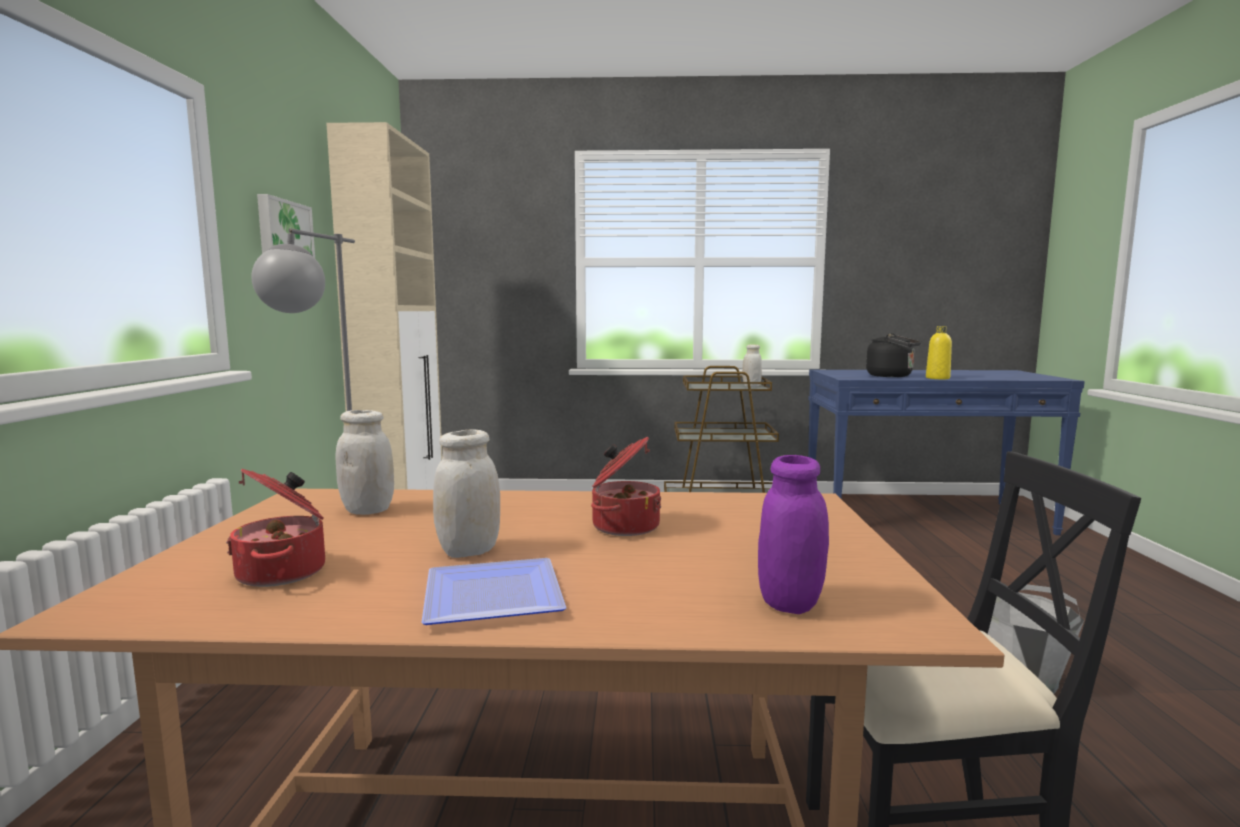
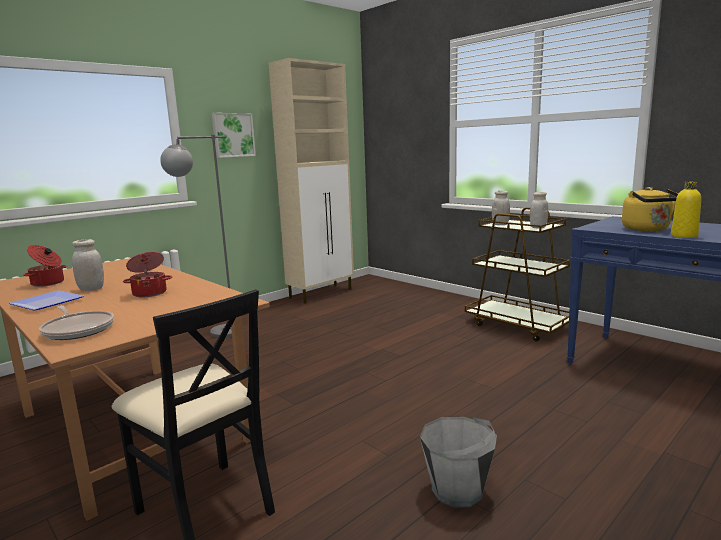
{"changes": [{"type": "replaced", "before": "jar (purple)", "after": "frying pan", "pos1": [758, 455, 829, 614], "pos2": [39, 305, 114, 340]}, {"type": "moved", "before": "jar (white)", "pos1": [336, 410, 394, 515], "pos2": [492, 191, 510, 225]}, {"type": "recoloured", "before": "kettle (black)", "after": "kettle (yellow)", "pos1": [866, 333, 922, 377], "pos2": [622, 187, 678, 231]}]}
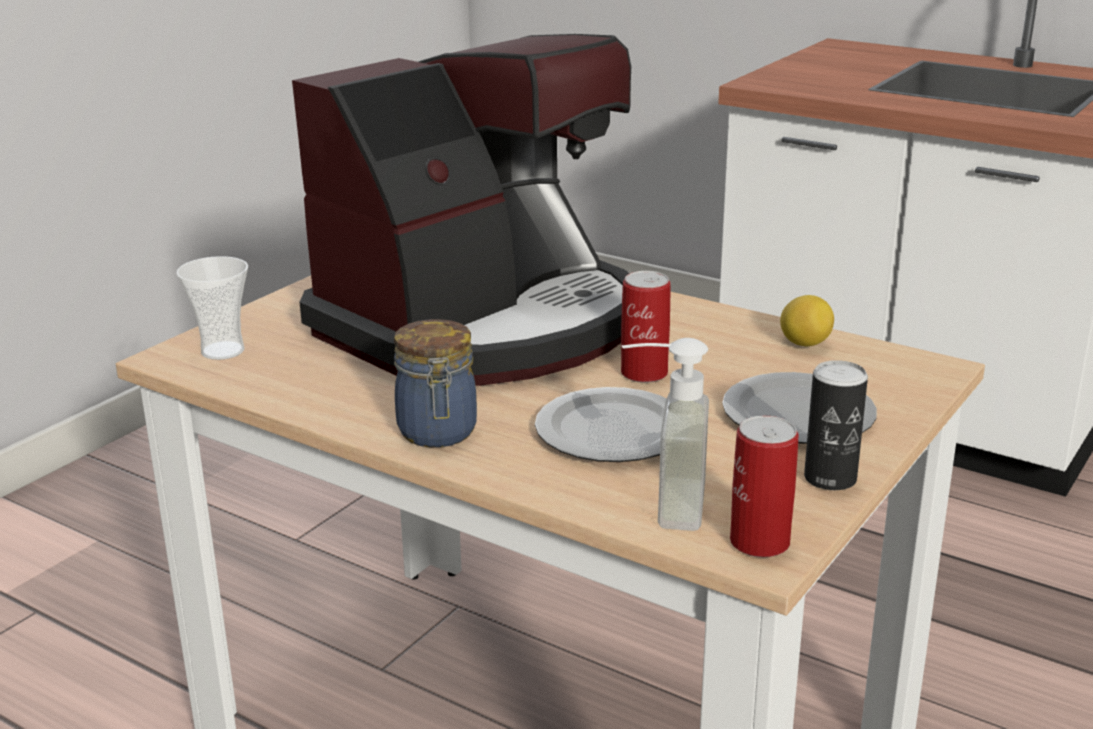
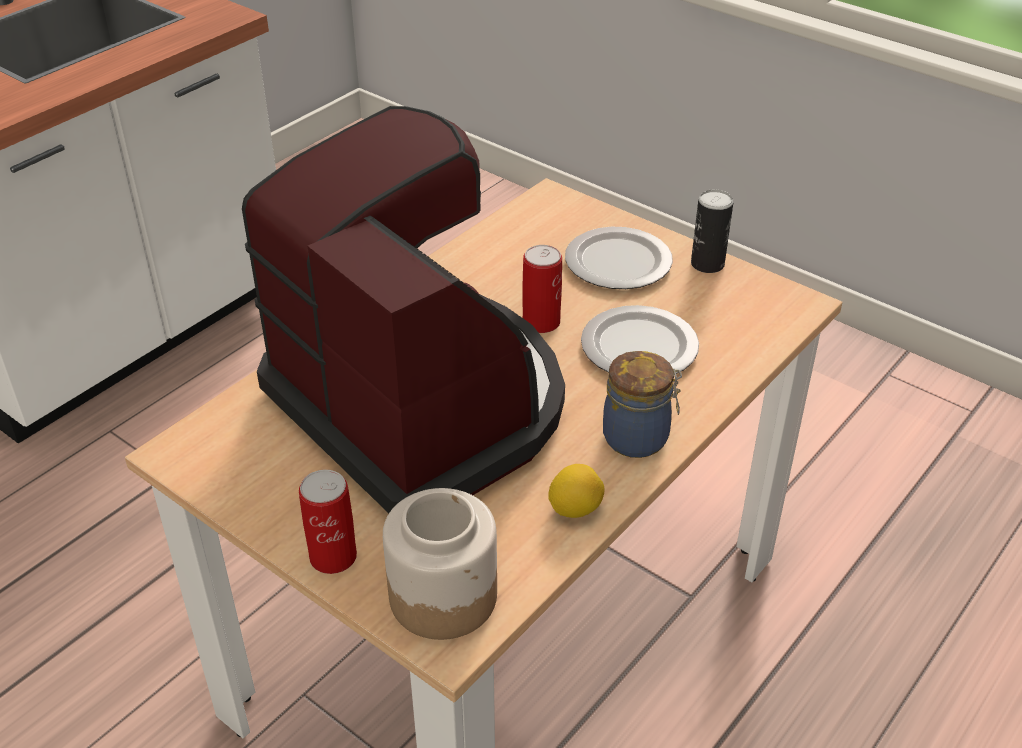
{"changes": [{"type": "moved", "before": "can", "pos1": [730, 415, 799, 557], "pos2": [299, 470, 357, 574]}, {"type": "replaced", "before": "cup", "after": "jar", "pos1": [176, 256, 248, 360], "pos2": [383, 488, 497, 640]}, {"type": "moved", "before": "lemon", "pos1": [780, 295, 834, 346], "pos2": [548, 464, 605, 518]}, {"type": "removed", "before": "soap dispenser", "pos1": [622, 338, 709, 531]}]}
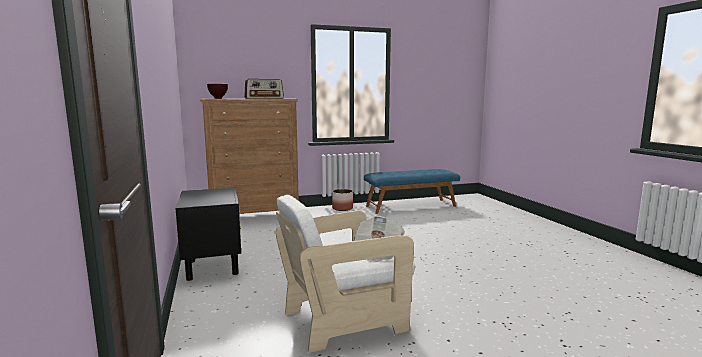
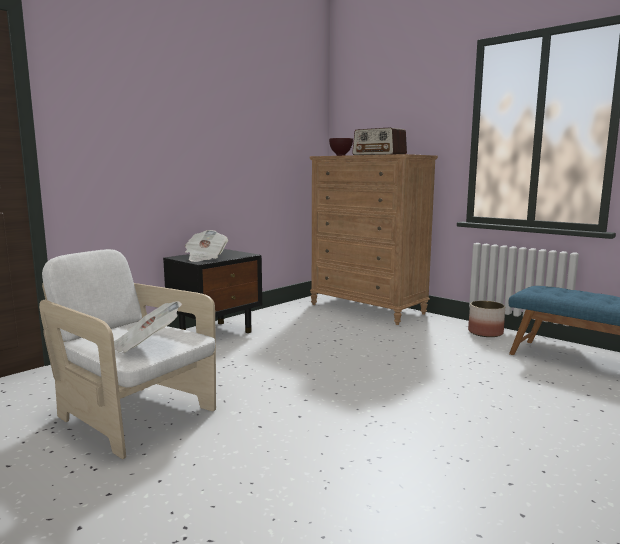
{"changes": [{"type": "added", "after": "newspaper", "pos2": [185, 230, 228, 262]}]}
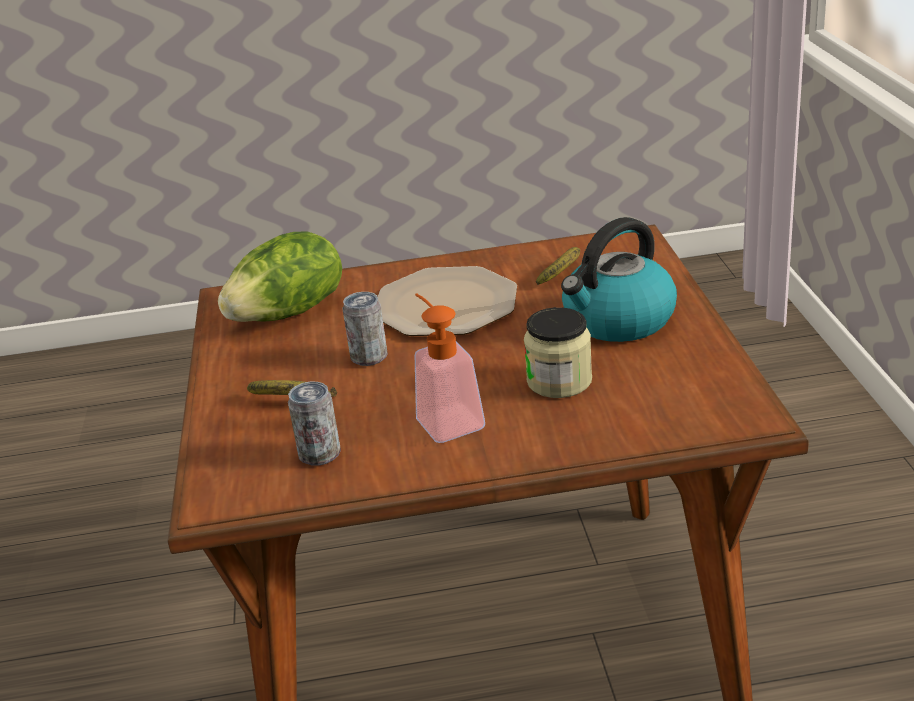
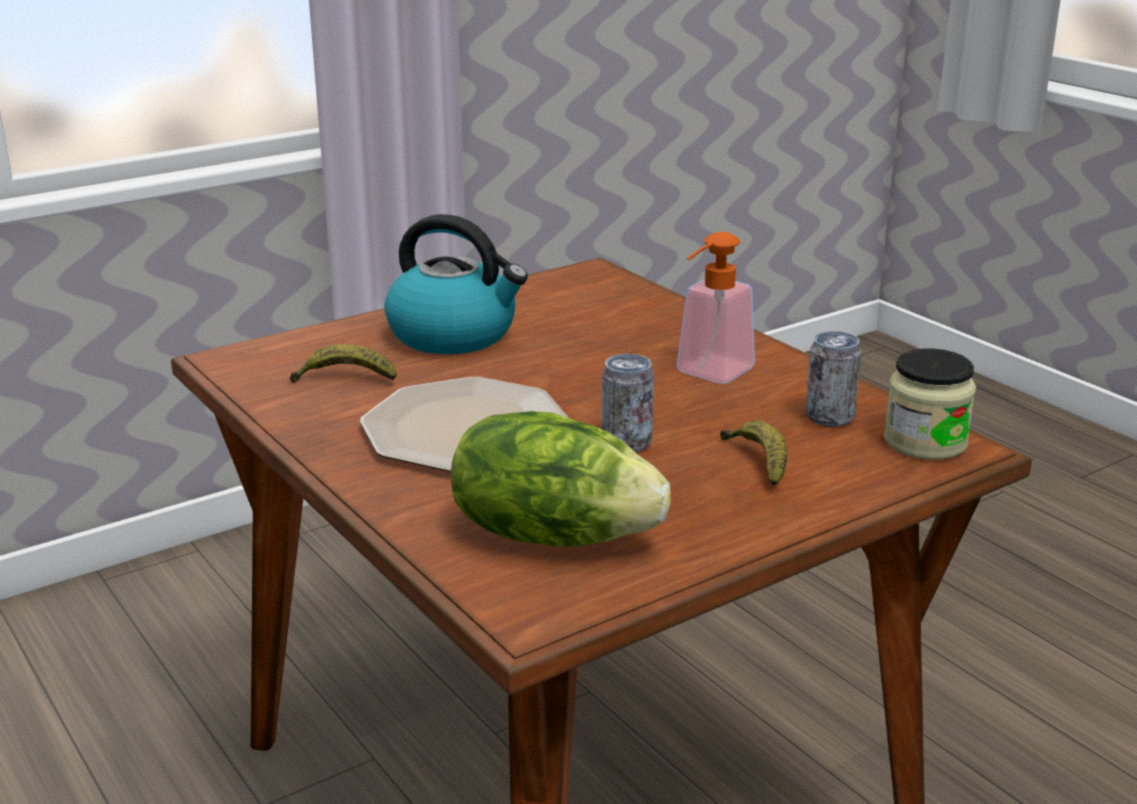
{"changes": [{"type": "moved", "before": "jar", "pos1": [524, 307, 592, 398], "pos2": [884, 349, 976, 460]}]}
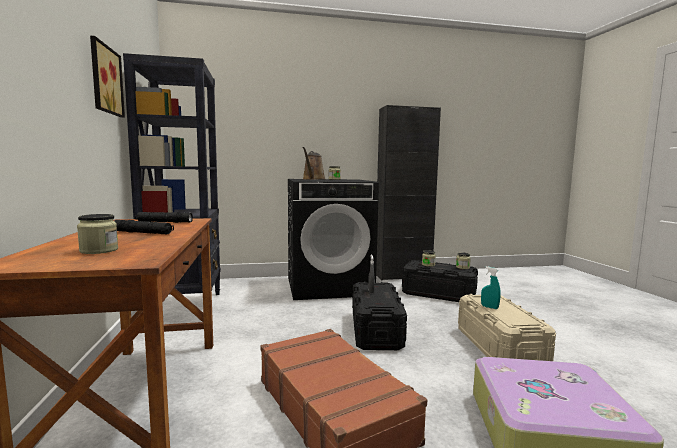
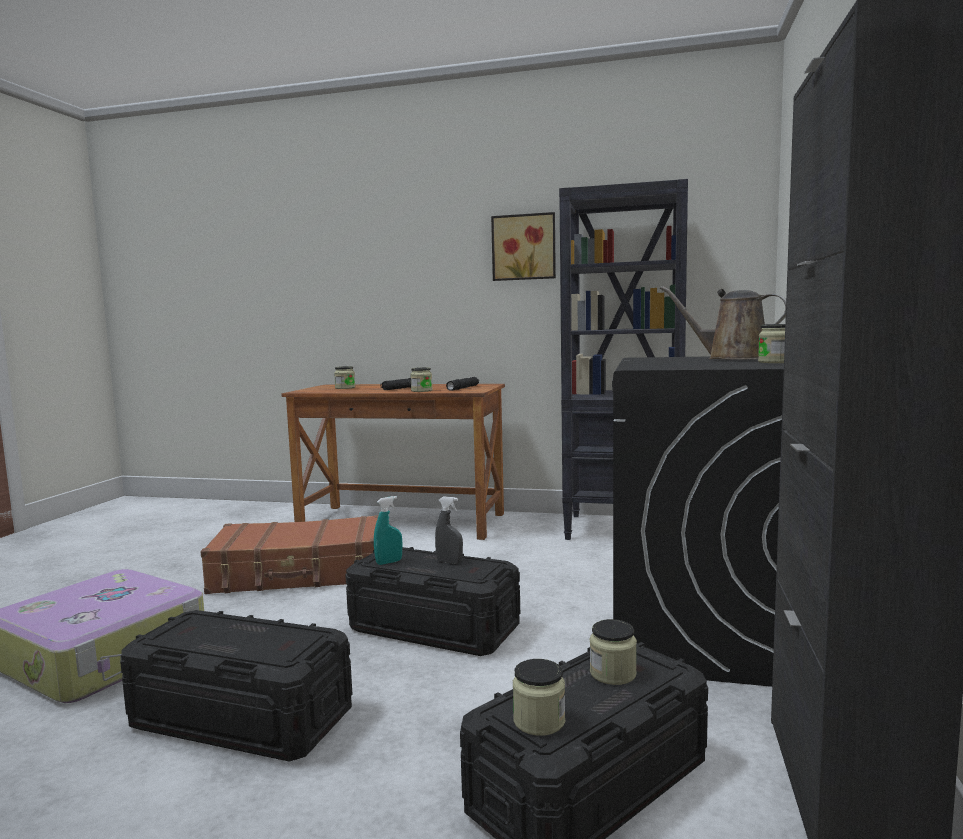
{"changes": [{"type": "recoloured", "before": "storage box (beige)", "after": "storage box (black)", "pos1": [458, 294, 556, 361], "pos2": [120, 610, 352, 762]}, {"type": "moved", "before": "spray bottle (turquoise)", "pos1": [481, 267, 501, 309], "pos2": [374, 496, 403, 565]}, {"type": "added", "after": "jar", "pos2": [410, 367, 433, 392]}]}
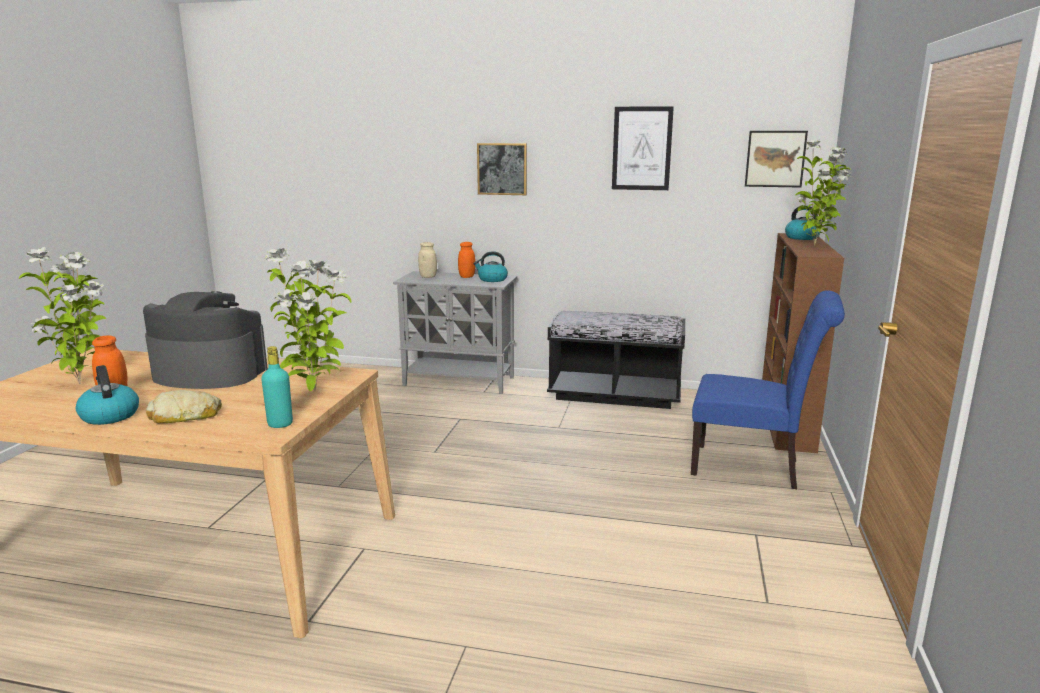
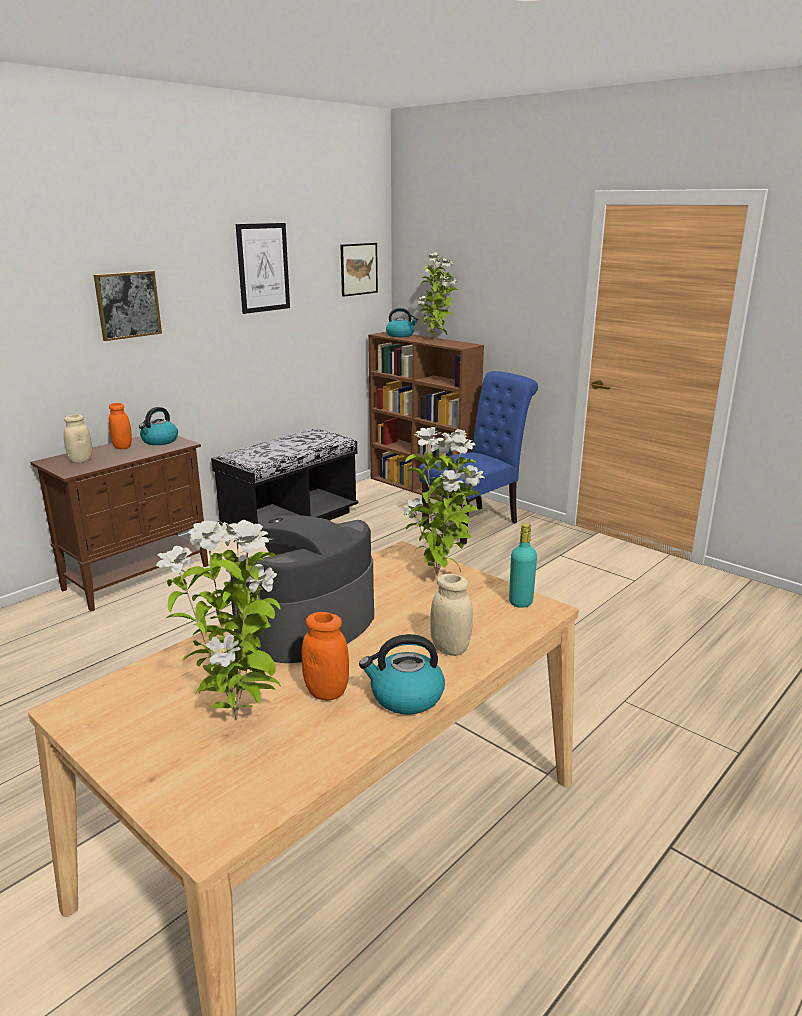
{"changes": [{"type": "recoloured", "before": "cabinet (grey)", "after": "cabinet (brown)", "pos1": [393, 271, 517, 394], "pos2": [30, 436, 209, 611]}, {"type": "replaced", "before": "bread", "after": "jar (beige)", "pos1": [146, 390, 222, 423], "pos2": [430, 574, 473, 656]}]}
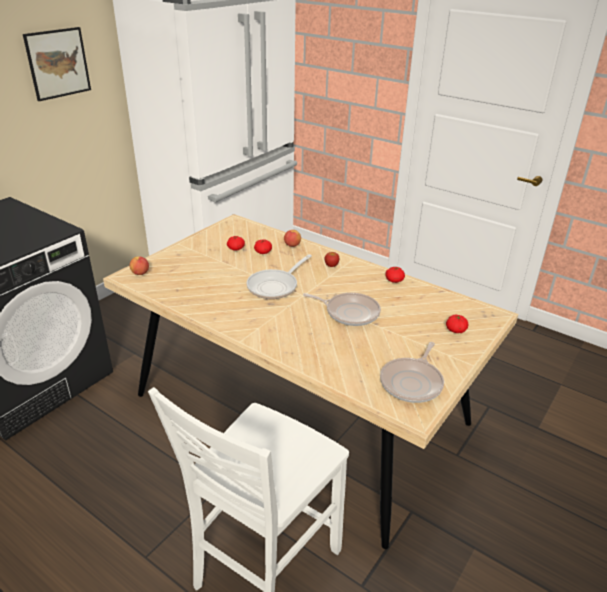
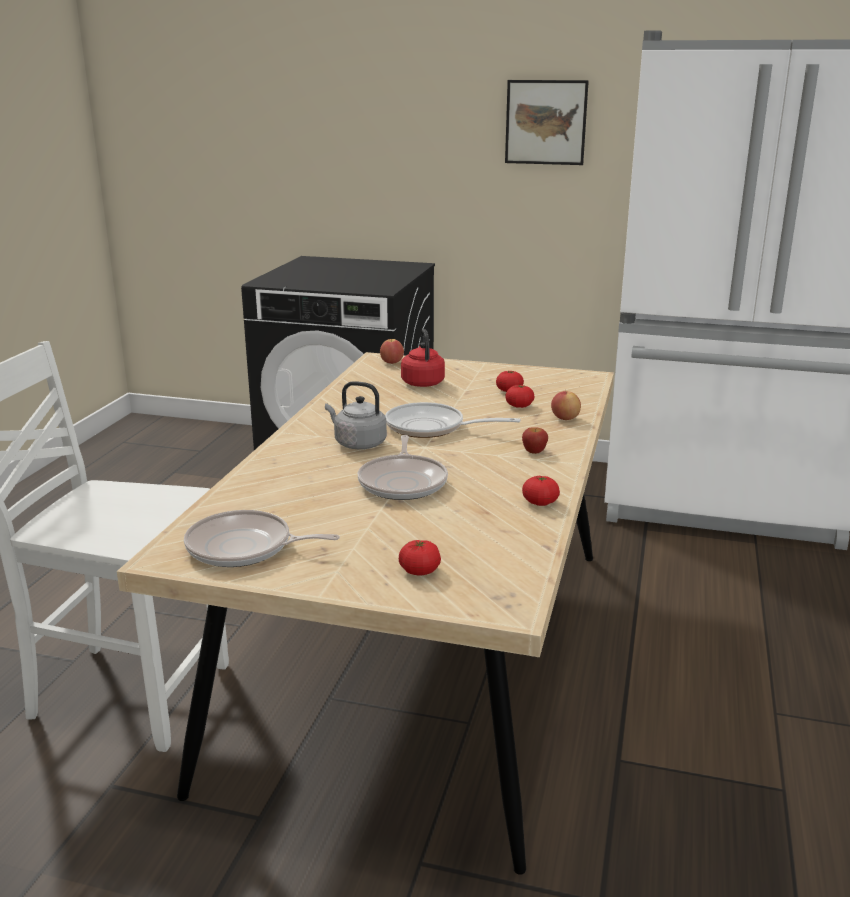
{"changes": [{"type": "added", "after": "kettle (grey)", "pos2": [325, 381, 387, 449]}, {"type": "added", "after": "kettle (red)", "pos2": [401, 329, 445, 387]}]}
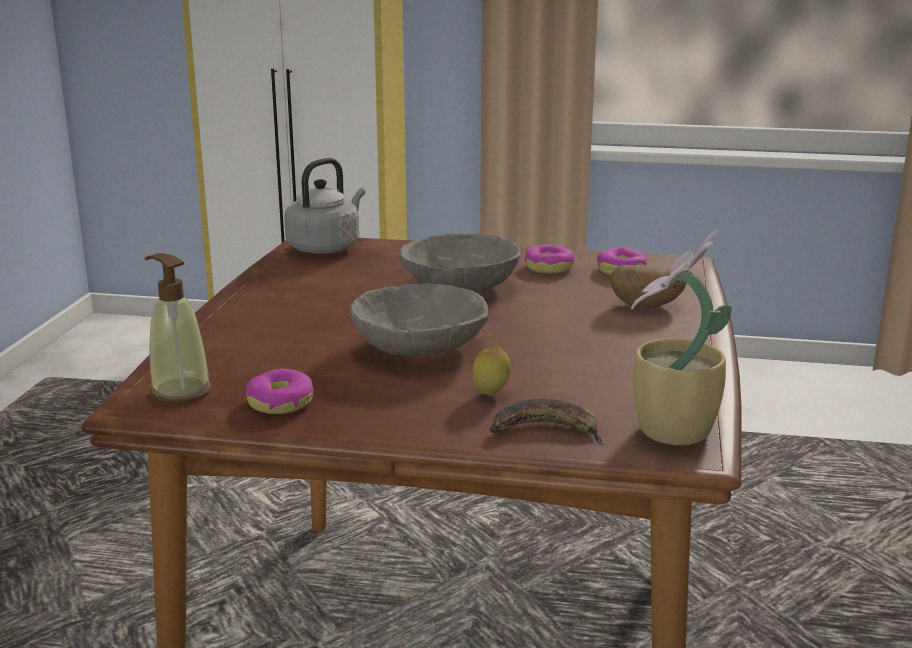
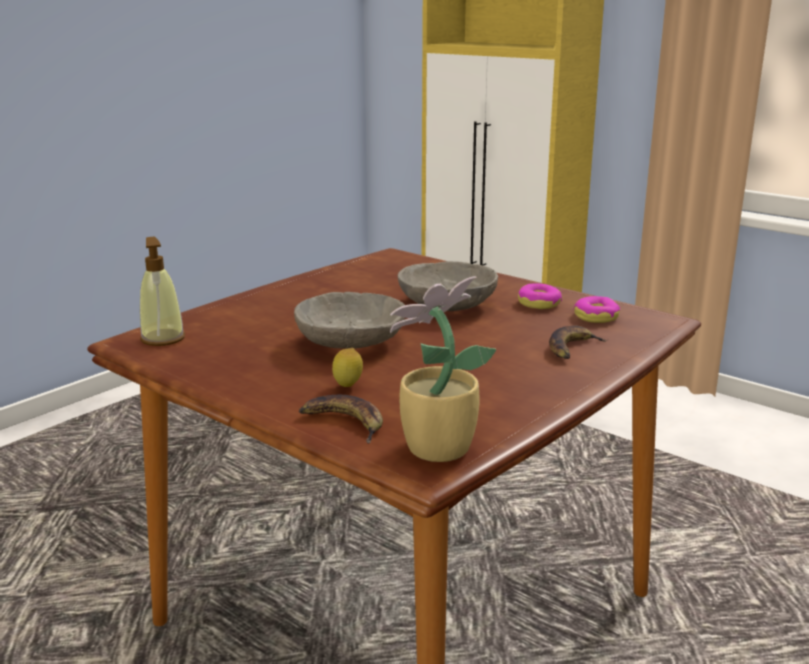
{"changes": [{"type": "replaced", "before": "potato", "after": "banana", "pos1": [611, 265, 686, 309], "pos2": [549, 325, 608, 359]}, {"type": "removed", "before": "donut", "pos1": [246, 369, 314, 414]}, {"type": "removed", "before": "kettle (grey)", "pos1": [284, 158, 365, 254]}]}
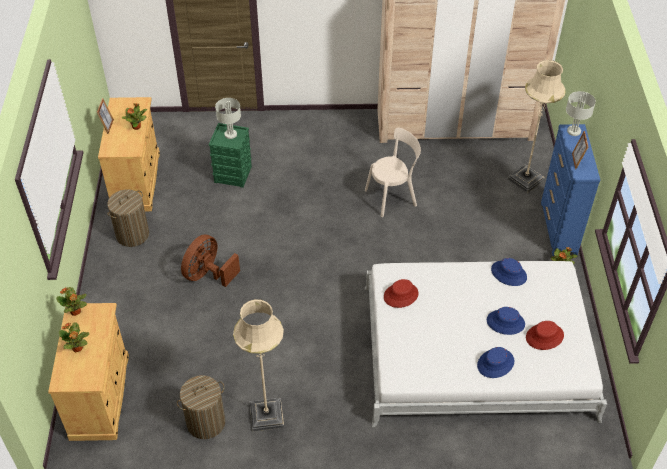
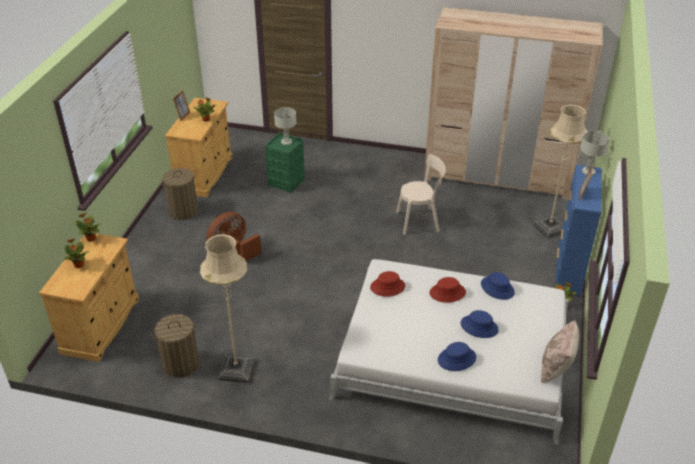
{"changes": [{"type": "moved", "before": "hat (red)", "pos1": [526, 321, 564, 350], "pos2": [430, 277, 466, 303]}, {"type": "added", "after": "pillow (beige)", "pos2": [541, 320, 579, 383]}]}
